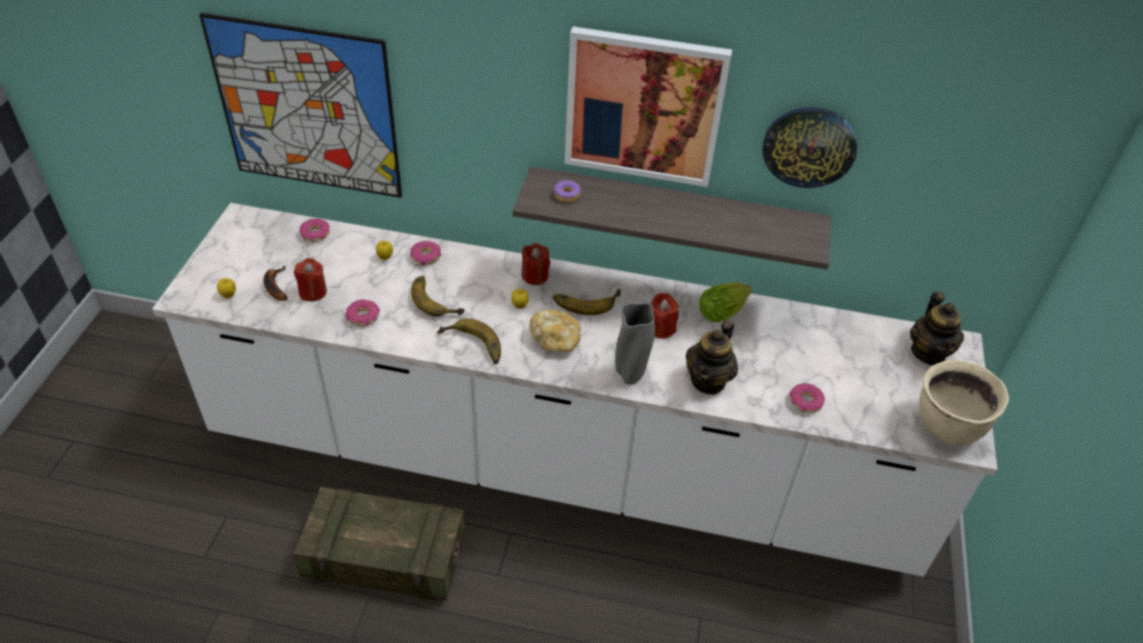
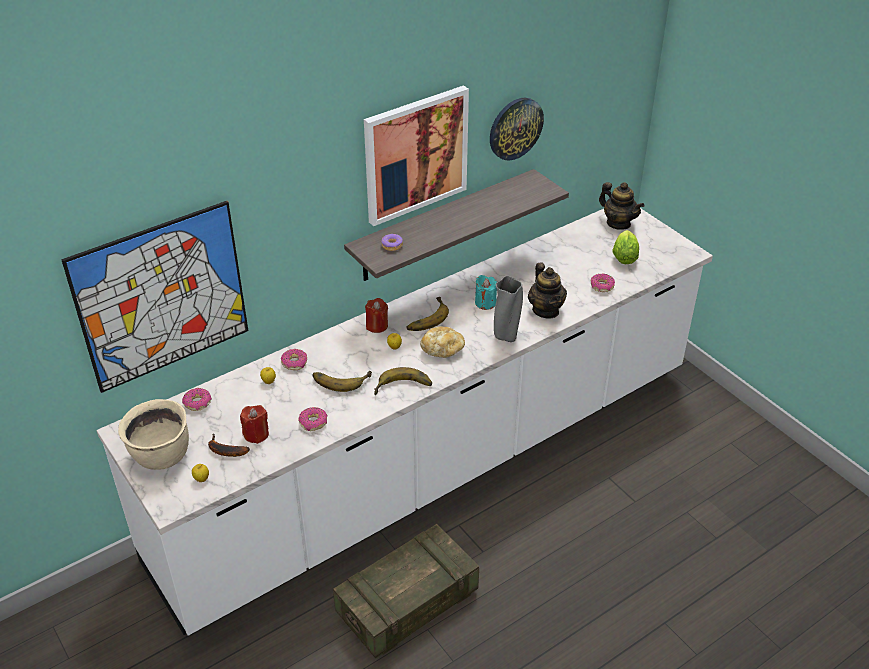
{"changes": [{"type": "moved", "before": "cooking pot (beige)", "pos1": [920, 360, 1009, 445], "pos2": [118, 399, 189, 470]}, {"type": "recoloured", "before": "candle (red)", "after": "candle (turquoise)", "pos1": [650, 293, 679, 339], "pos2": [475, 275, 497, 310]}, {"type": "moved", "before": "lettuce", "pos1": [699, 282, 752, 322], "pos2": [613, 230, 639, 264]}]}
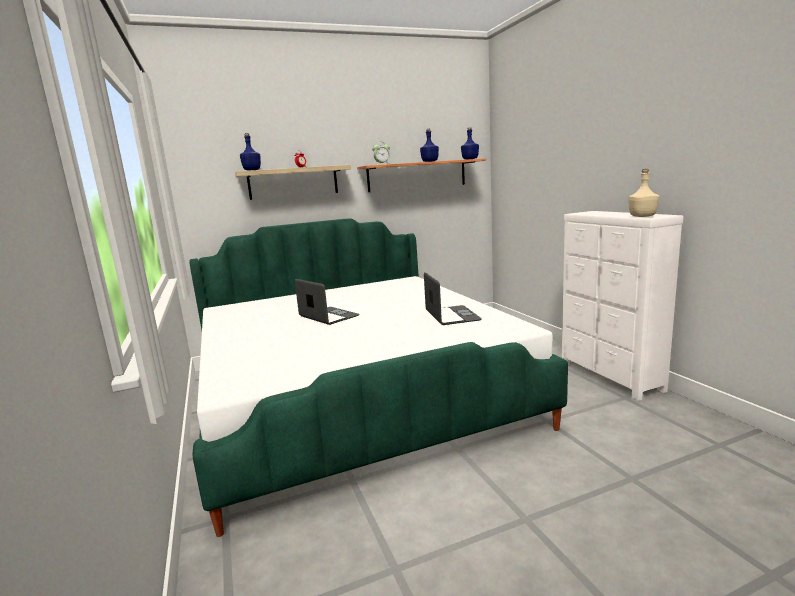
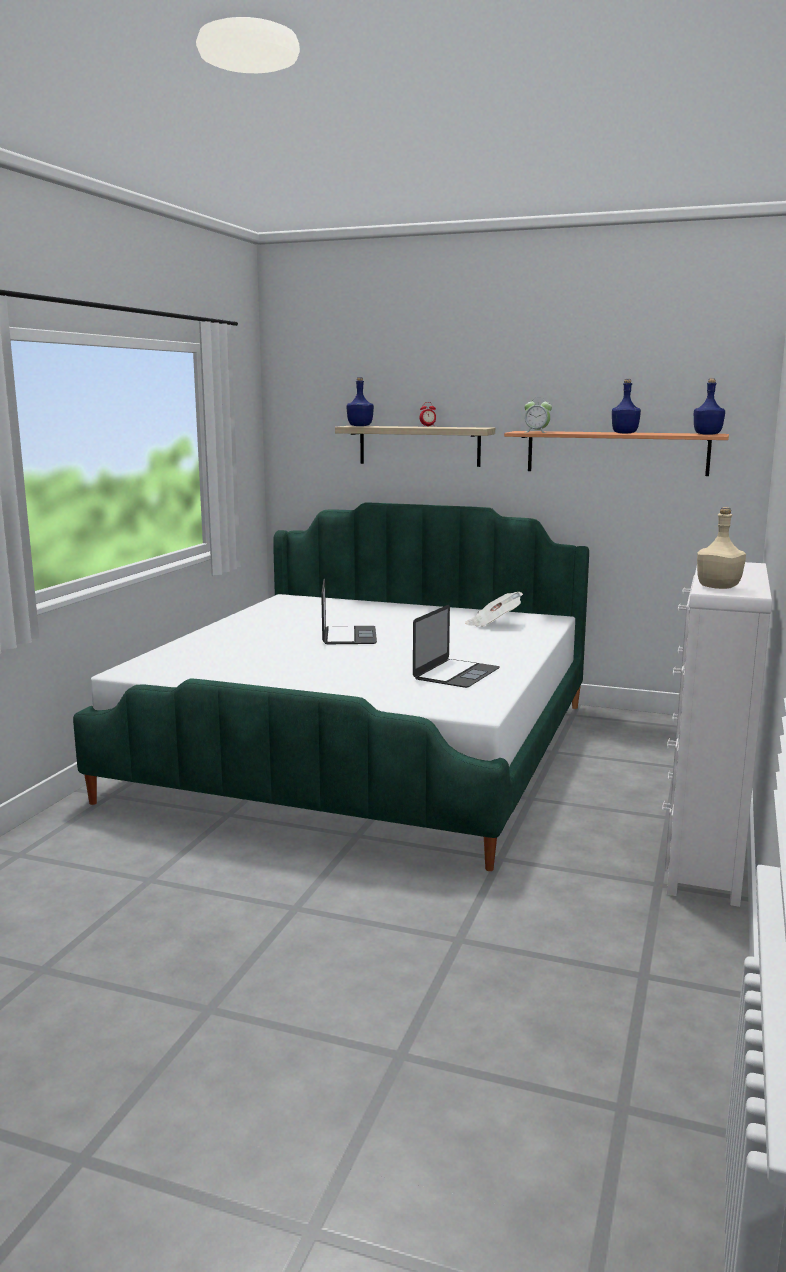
{"changes": [{"type": "added", "after": "newspaper", "pos2": [465, 592, 523, 627]}]}
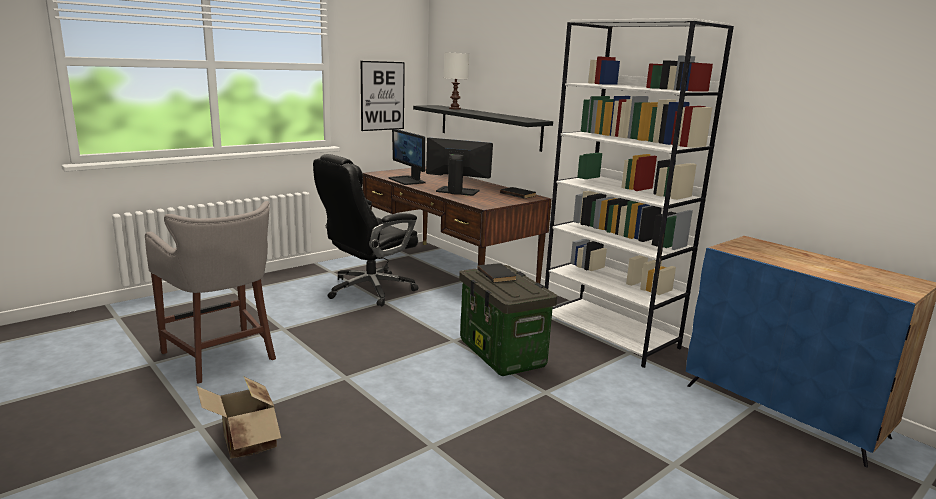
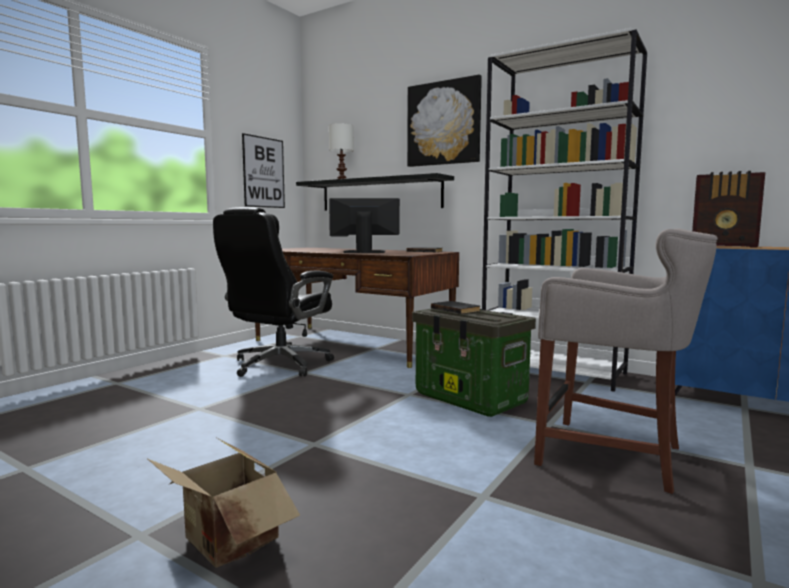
{"changes": [{"type": "added", "after": "picture", "pos2": [407, 75, 482, 167]}, {"type": "moved", "before": "stool (grey)", "pos1": [145, 201, 276, 384], "pos2": [534, 228, 718, 494]}, {"type": "added", "after": "radio", "pos2": [692, 171, 765, 248]}, {"type": "removed", "before": "monitor", "pos1": [388, 129, 425, 185]}]}
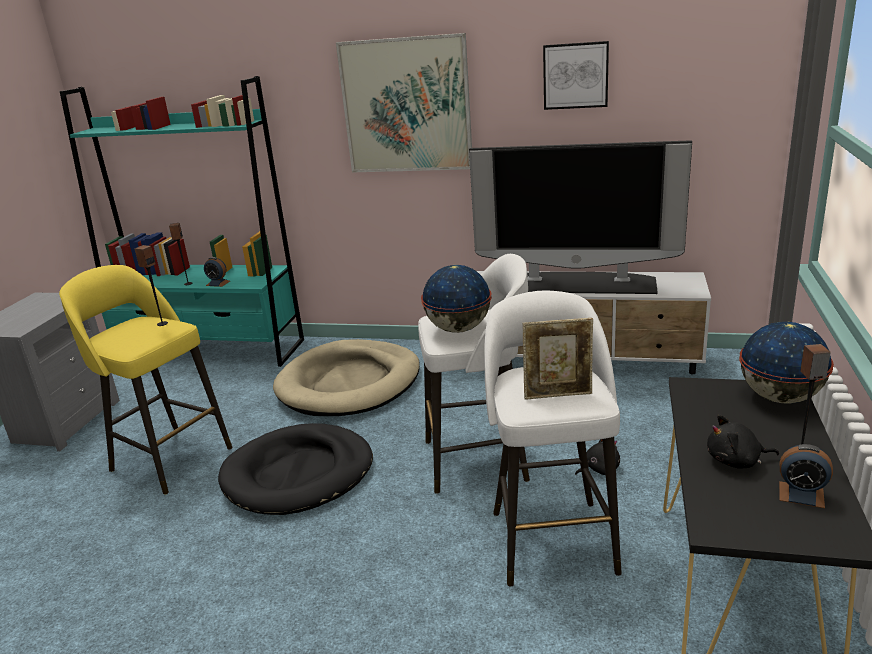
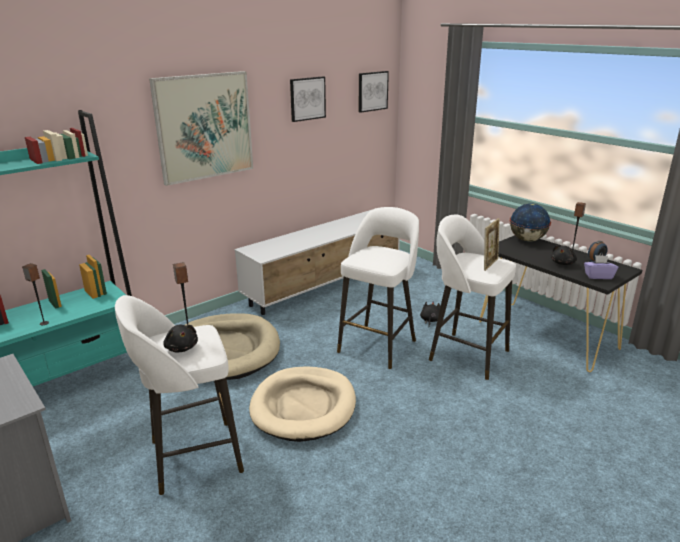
{"changes": [{"type": "recoloured", "before": "stool (yellow)", "after": "stool (white)", "pos1": [59, 265, 233, 495], "pos2": [115, 295, 244, 495]}, {"type": "added", "after": "plush toy (black)", "pos2": [163, 325, 198, 352]}, {"type": "recoloured", "before": "dog bed (black)", "after": "dog bed (beige)", "pos1": [218, 423, 373, 515], "pos2": [249, 366, 356, 442]}, {"type": "added", "after": "picture", "pos2": [359, 71, 389, 113]}, {"type": "added", "after": "tissue box (purple)", "pos2": [584, 255, 618, 279]}, {"type": "removed", "before": "alarm clock", "pos1": [204, 257, 230, 287]}, {"type": "removed", "before": "globe", "pos1": [421, 265, 492, 333]}, {"type": "removed", "before": "television", "pos1": [469, 140, 692, 294]}]}
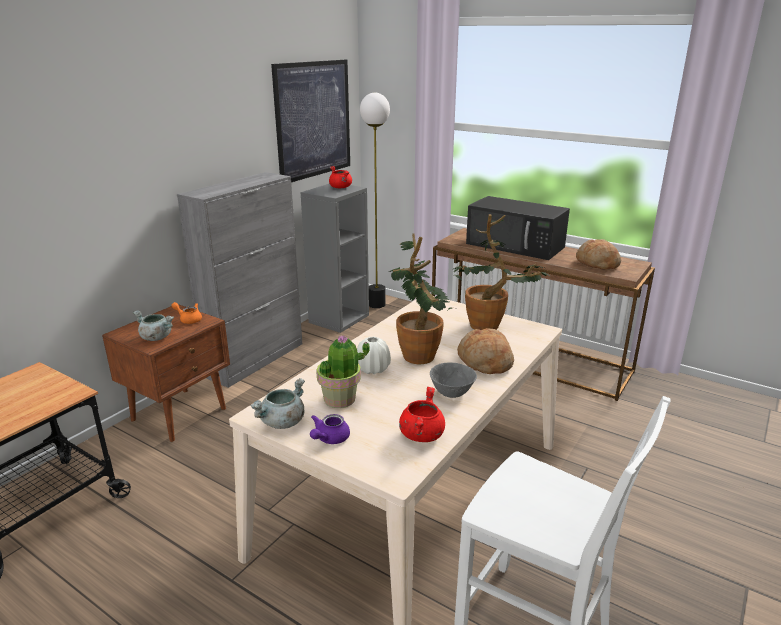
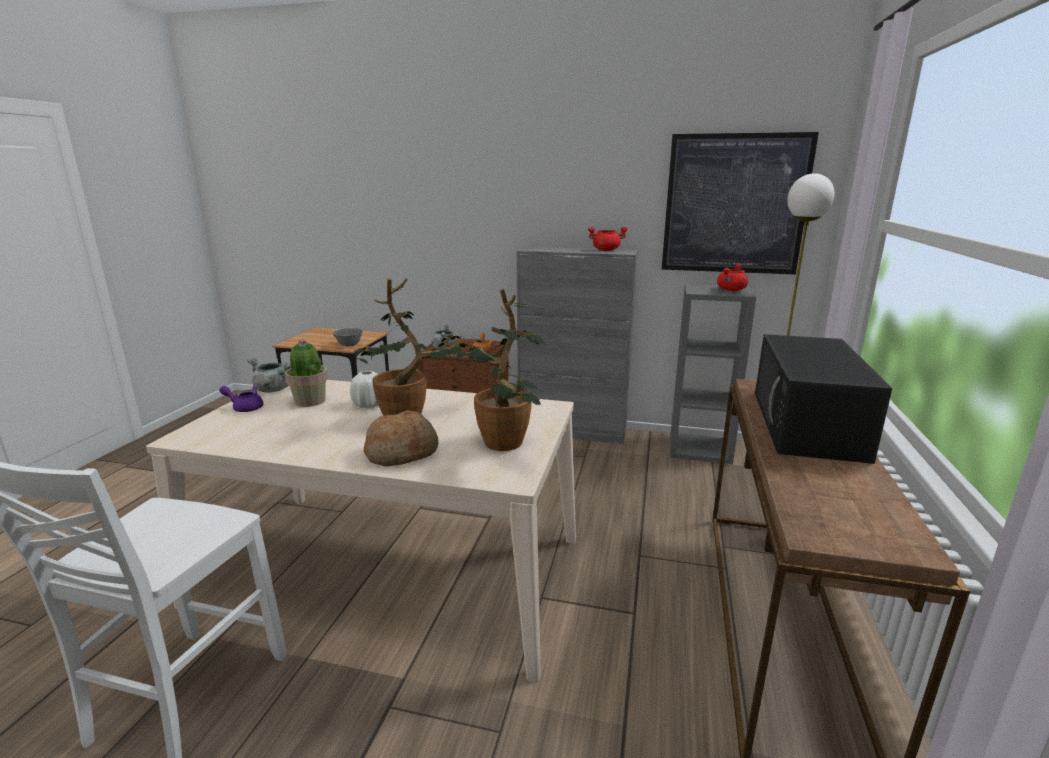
{"changes": [{"type": "moved", "before": "bowl (grey)", "pos1": [430, 363, 477, 398], "pos2": [333, 328, 363, 346]}, {"type": "moved", "before": "cooking pot (red)", "pos1": [399, 387, 445, 442], "pos2": [588, 227, 628, 251]}, {"type": "removed", "before": "bread", "pos1": [576, 239, 621, 270]}]}
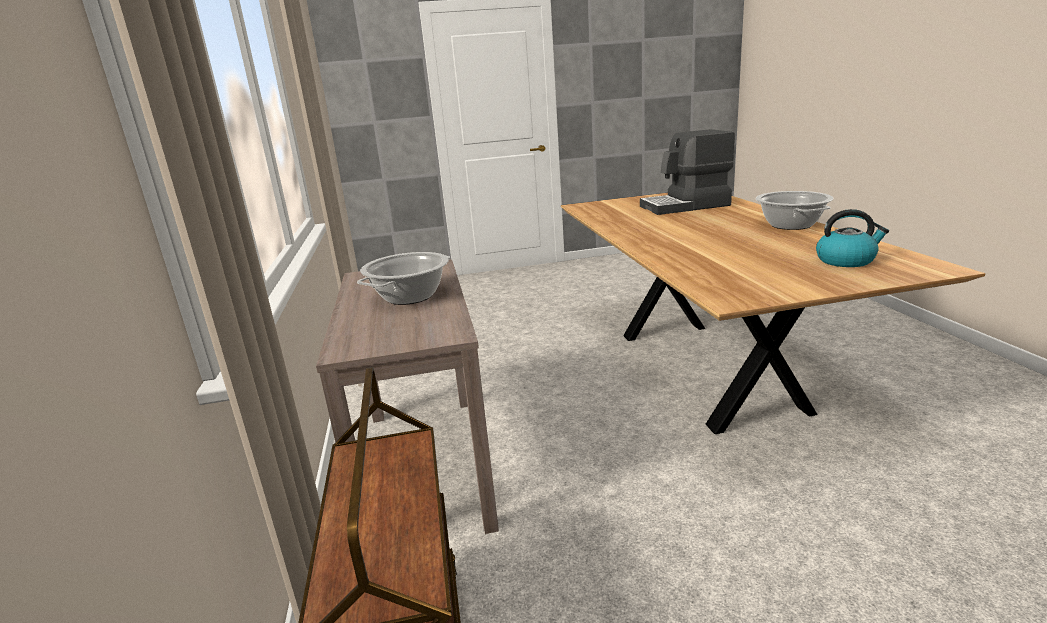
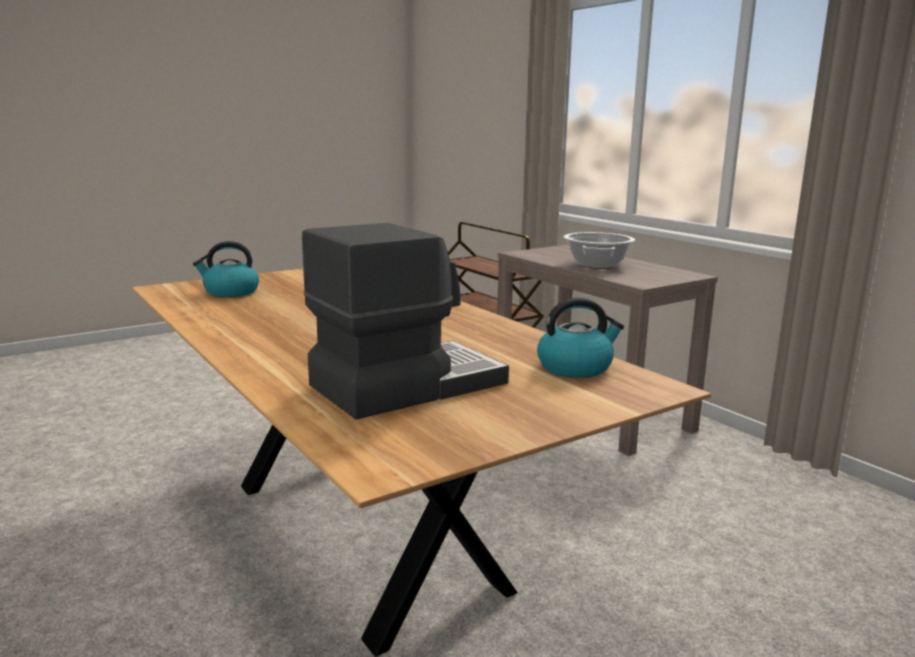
{"changes": [{"type": "added", "after": "kettle", "pos2": [537, 297, 624, 378]}, {"type": "removed", "before": "cooking pot", "pos1": [756, 191, 834, 230]}]}
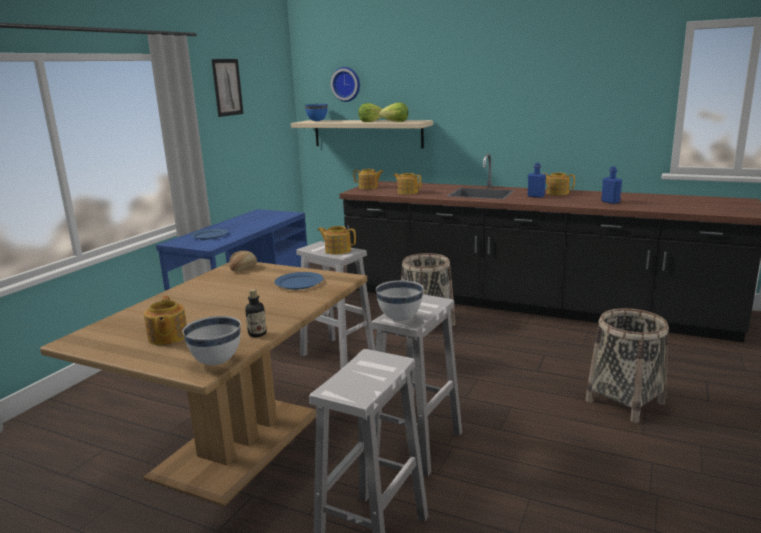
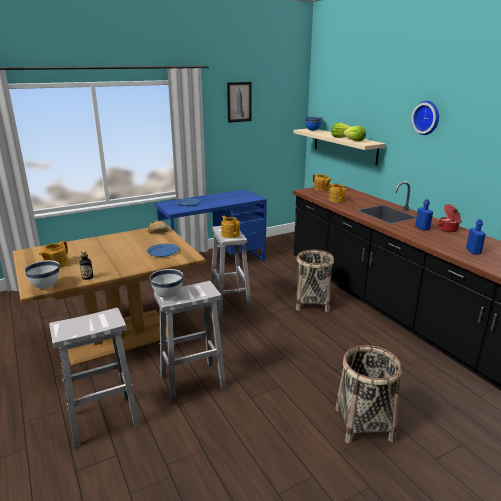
{"changes": [{"type": "moved", "before": "wall clock", "pos1": [331, 67, 360, 102], "pos2": [411, 101, 439, 135]}, {"type": "replaced", "before": "teapot", "after": "cooking pot", "pos1": [542, 173, 575, 195], "pos2": [437, 204, 462, 232]}]}
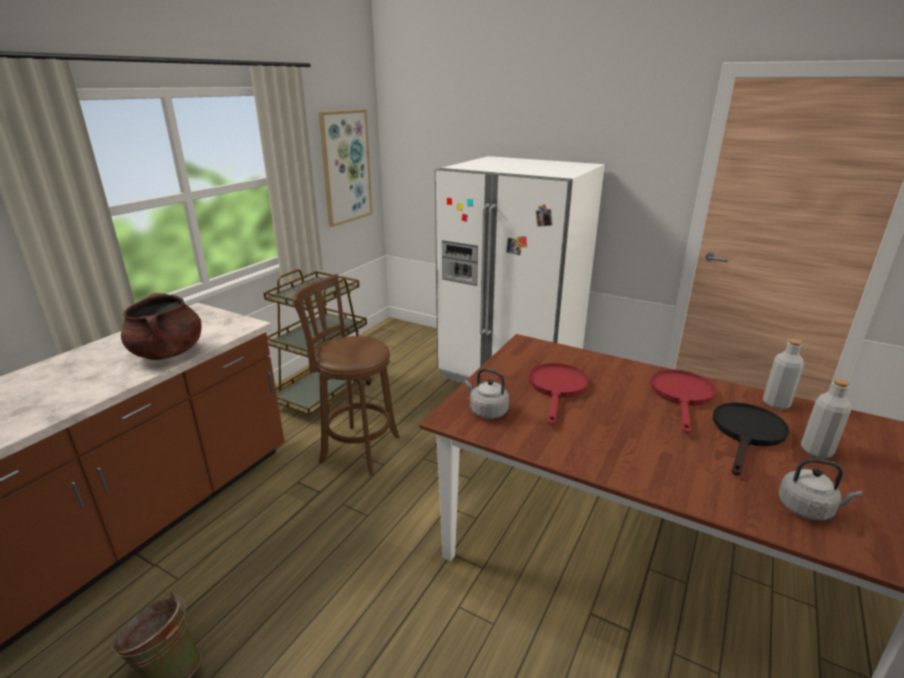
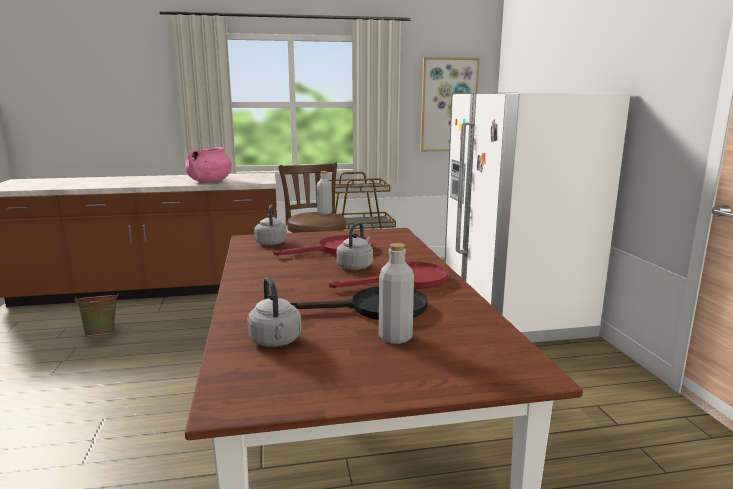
{"changes": [{"type": "recoloured", "before": "cooking pot (brown)", "after": "cooking pot (pink)", "pos1": [121, 293, 202, 360], "pos2": [185, 147, 232, 182]}, {"type": "moved", "before": "bottle (grey)", "pos1": [763, 339, 804, 410], "pos2": [317, 171, 332, 214]}, {"type": "added", "after": "kettle (grey)", "pos2": [337, 222, 373, 270]}]}
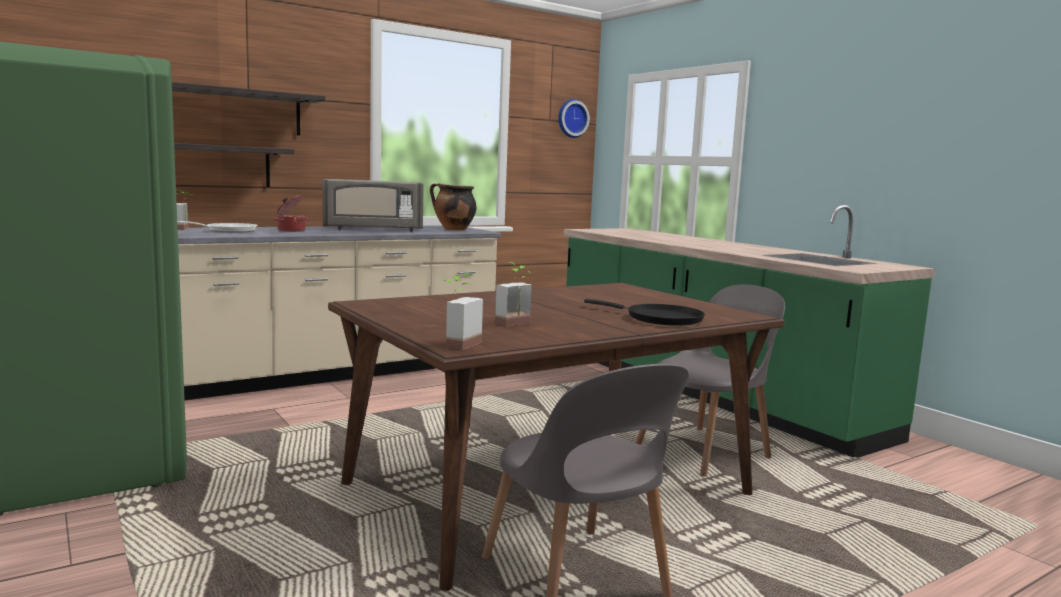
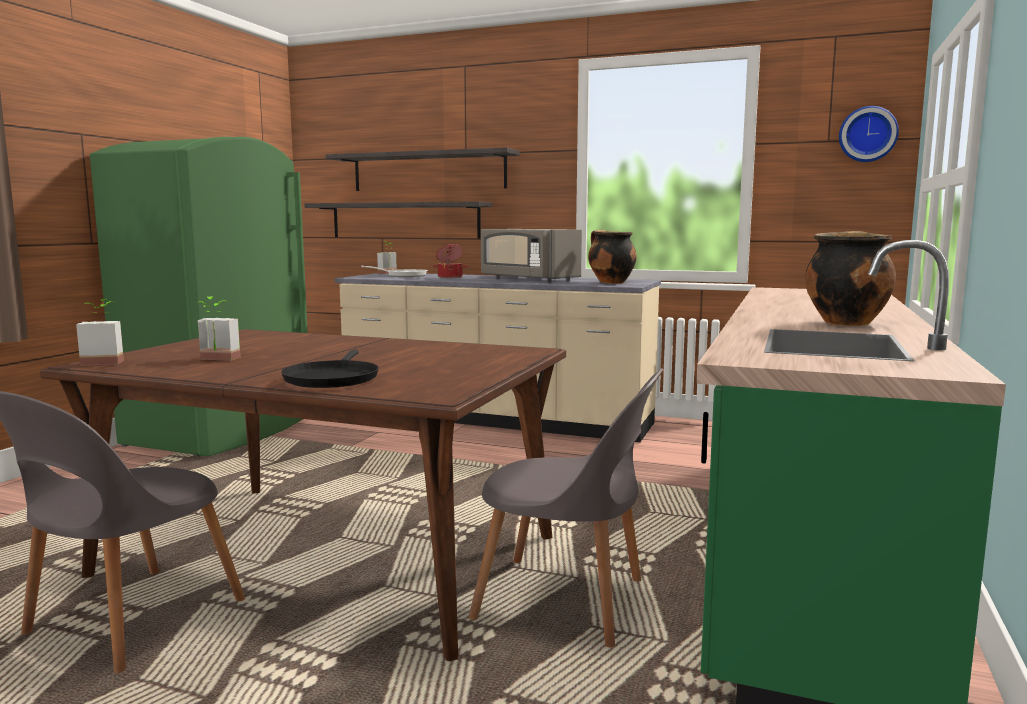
{"changes": [{"type": "added", "after": "cooking pot", "pos2": [805, 231, 896, 326]}]}
